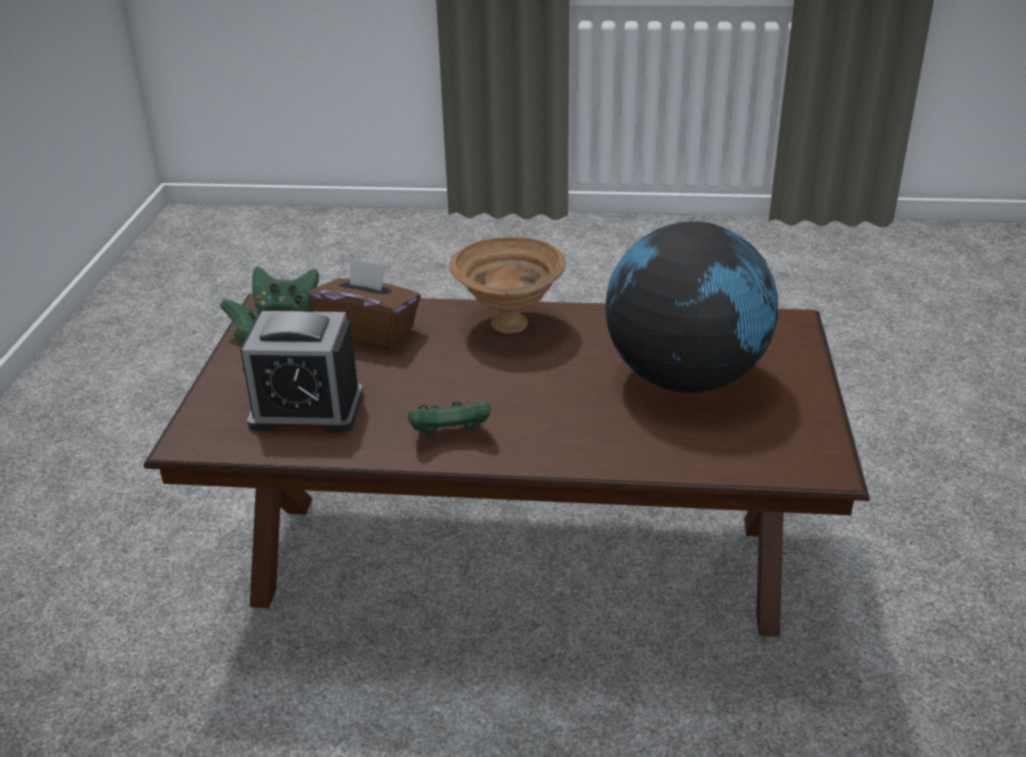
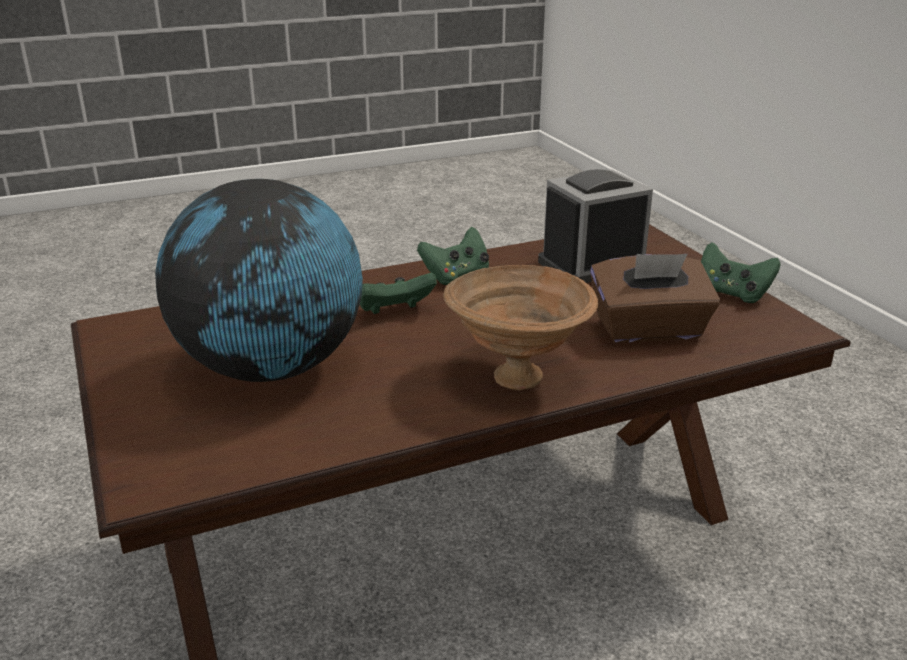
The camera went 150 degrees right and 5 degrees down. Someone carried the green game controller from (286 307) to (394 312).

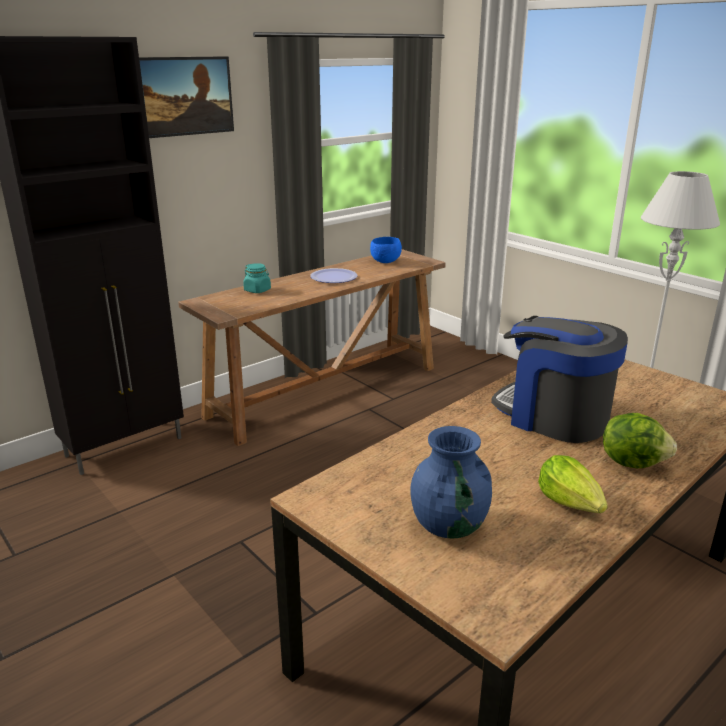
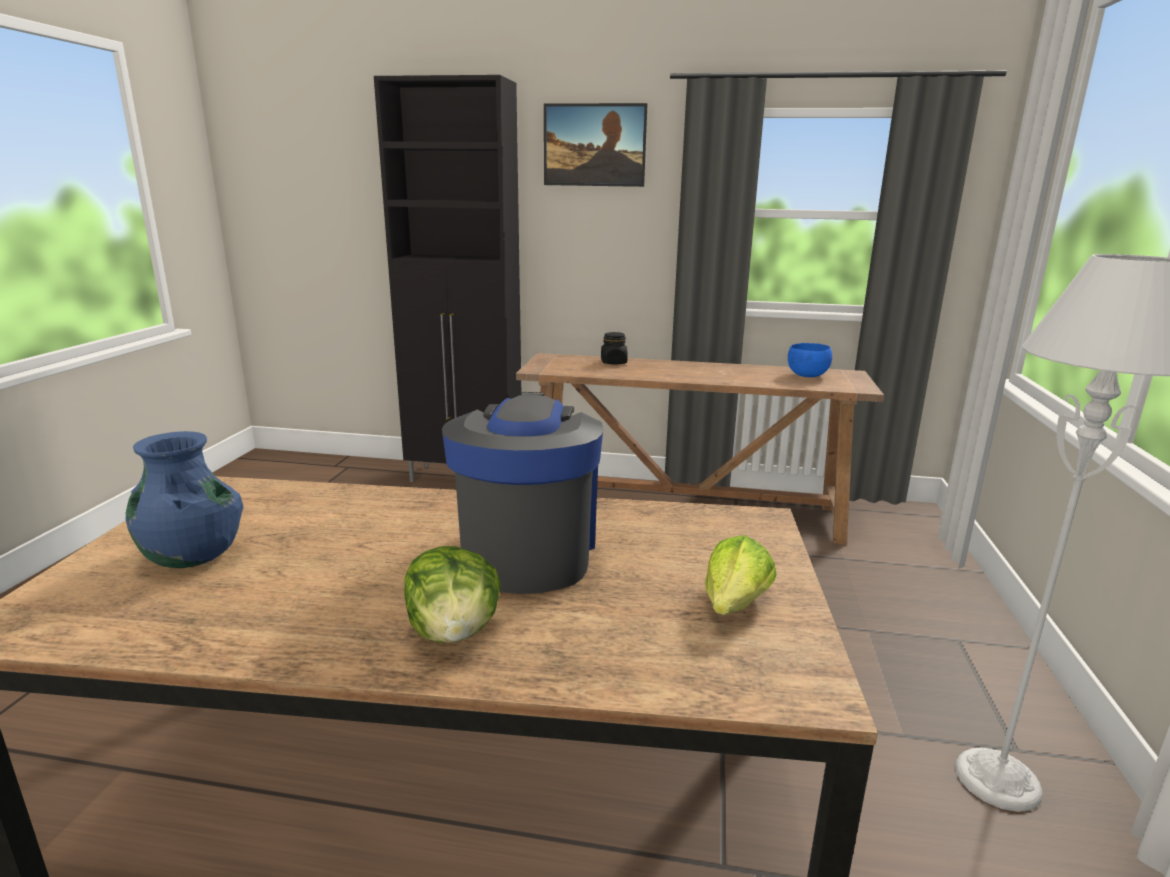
The camera went 50 degrees right and 5 degrees down. Someone took away the plate at (333 277). Someone carried the lettuce from (570 502) to (735 604). Someone repainted the turquoise jar at (257 290), which became the black jar at (614 362).

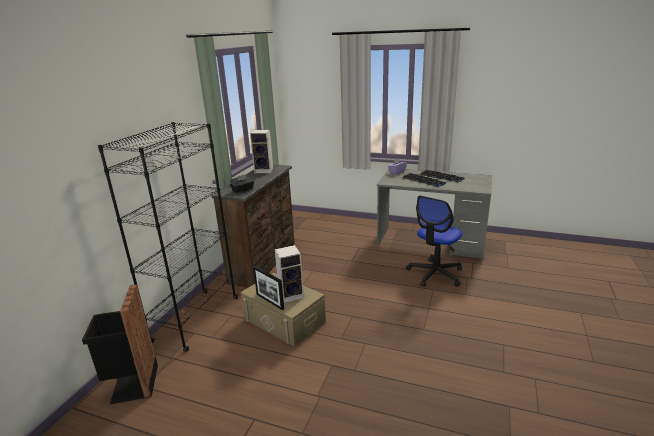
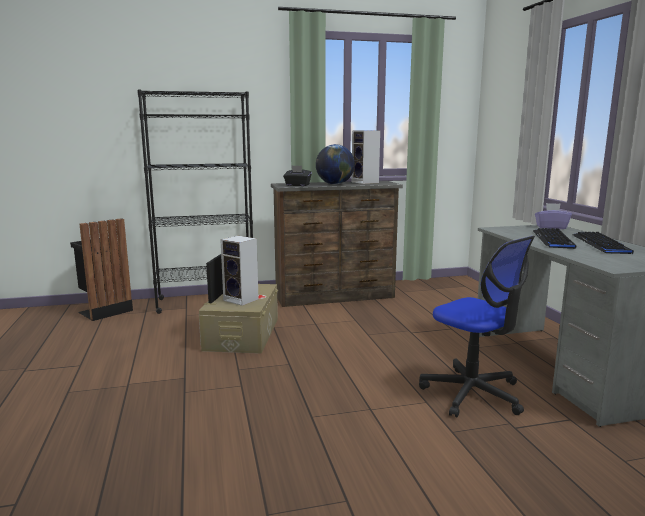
The camera went 55 degrees right and 10 degrees down. Someone put down the globe at (335 184). Someone rotated the office chair at (435 274) by 135 degrees counterclockwise.

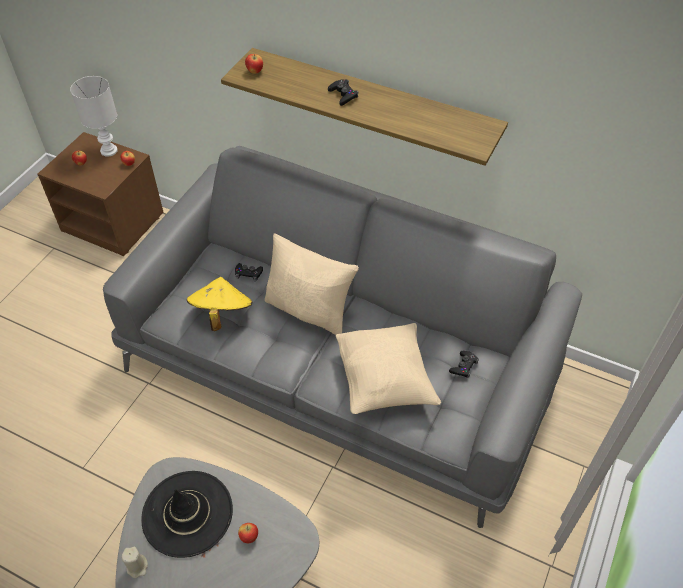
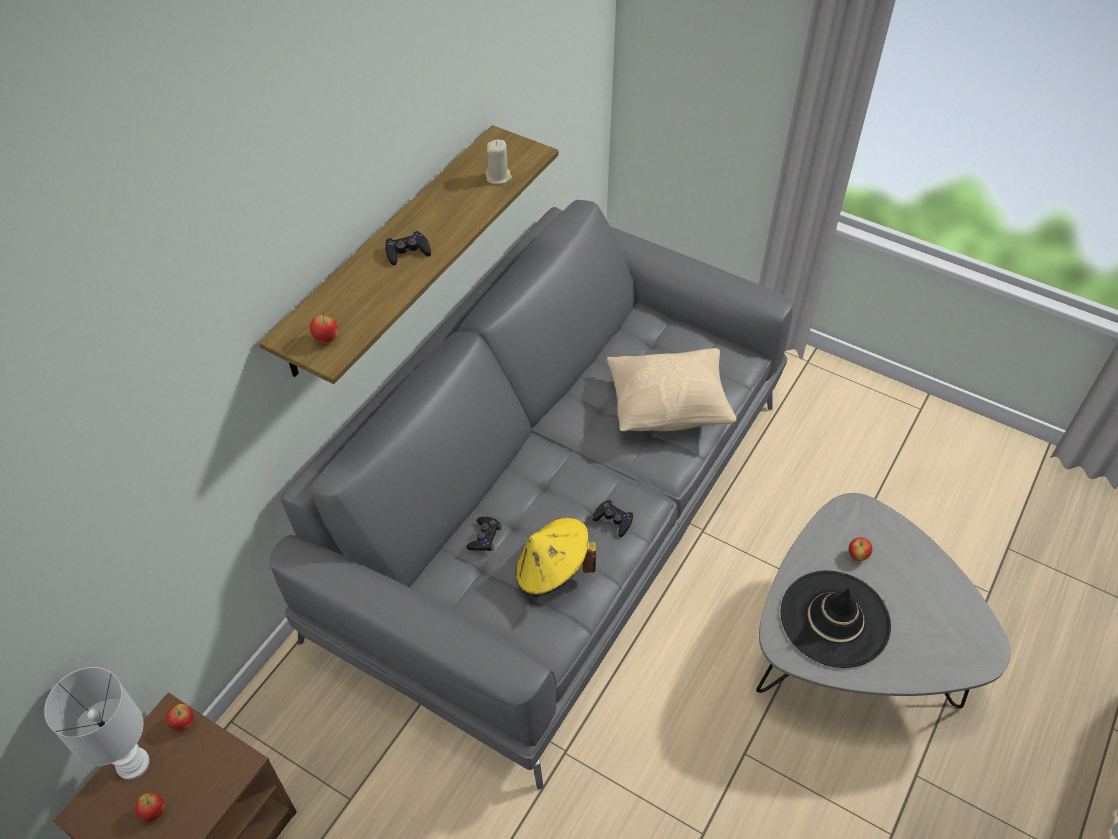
The camera went 85 degrees left and 0 degrees up. Someone took away the beige pillow at (309 310). Someone carried the beige candle from (137 567) to (498 177). Someone carried the black game controller from (463 366) to (613 520).

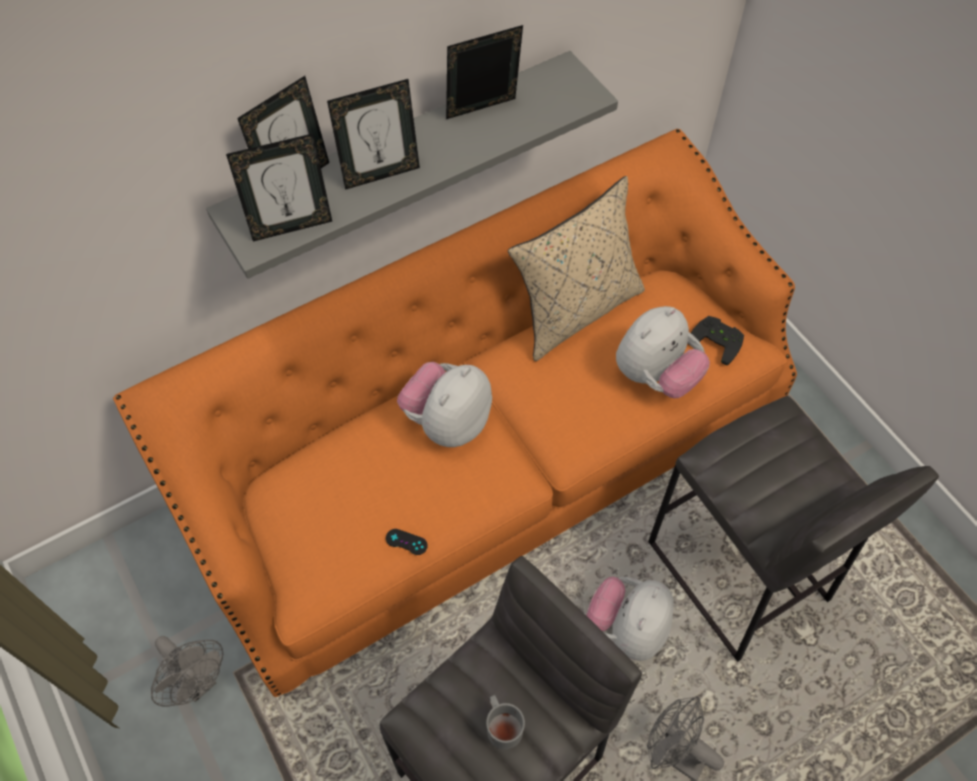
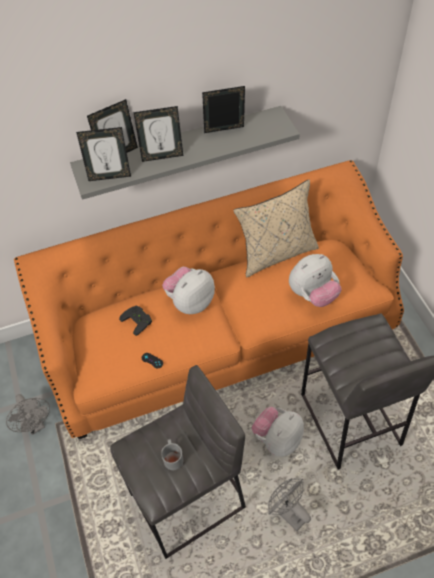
The camera went 15 degrees right and 5 degrees down. Someone carried the black game controller from (718 340) to (138 320).

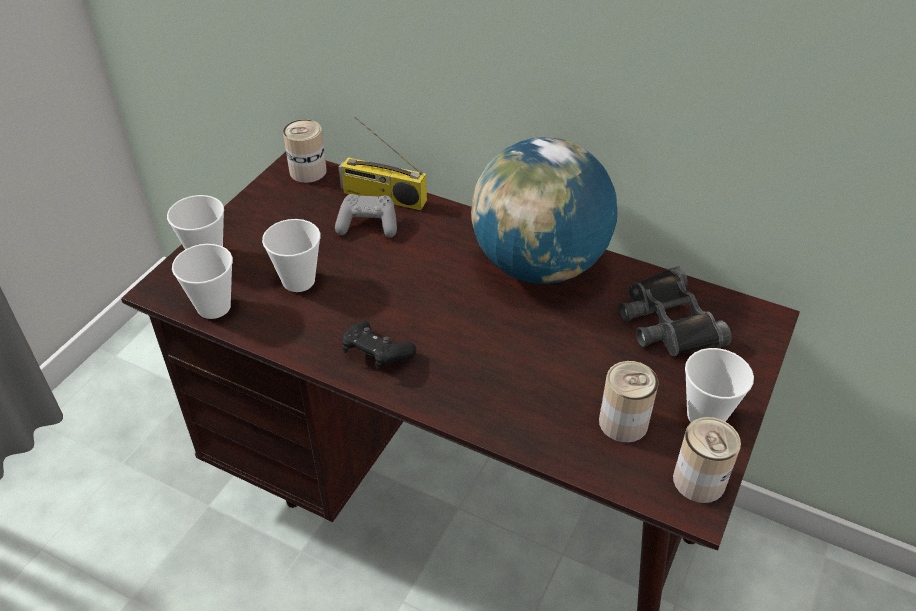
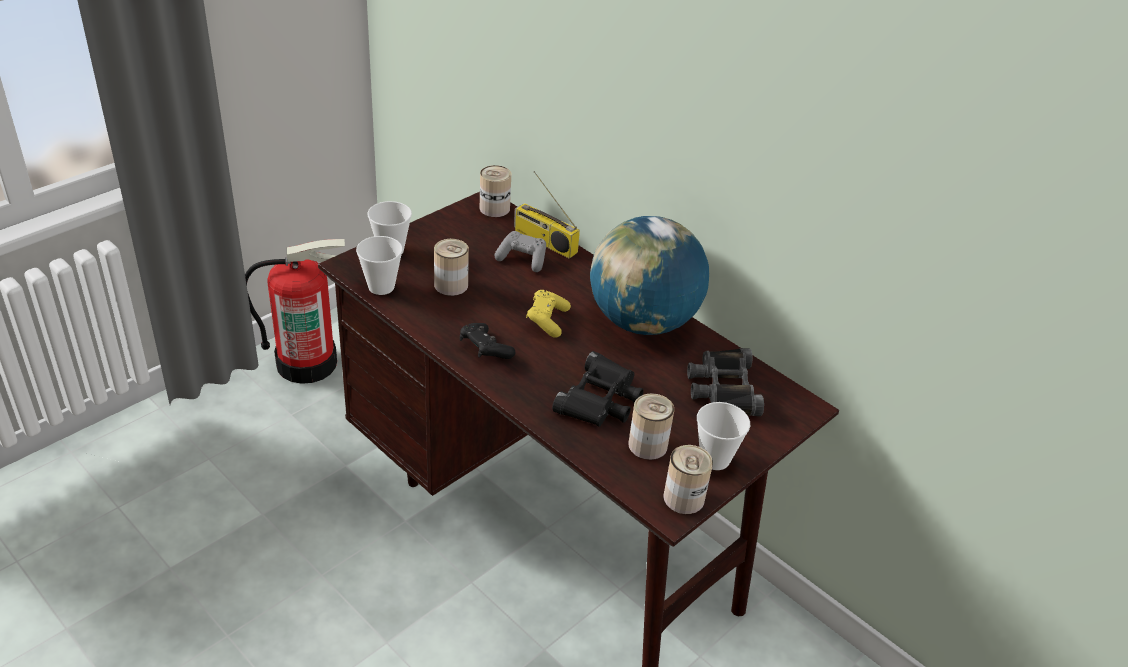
The camera went 15 degrees right and 5 degrees down. Someone put down the fire extinguisher at (307 362). Someone put down the yellow game controller at (547 320). Someone put down the black binoculars at (601 399). Someone swapped the cup at (298 281) for the can at (451 285).

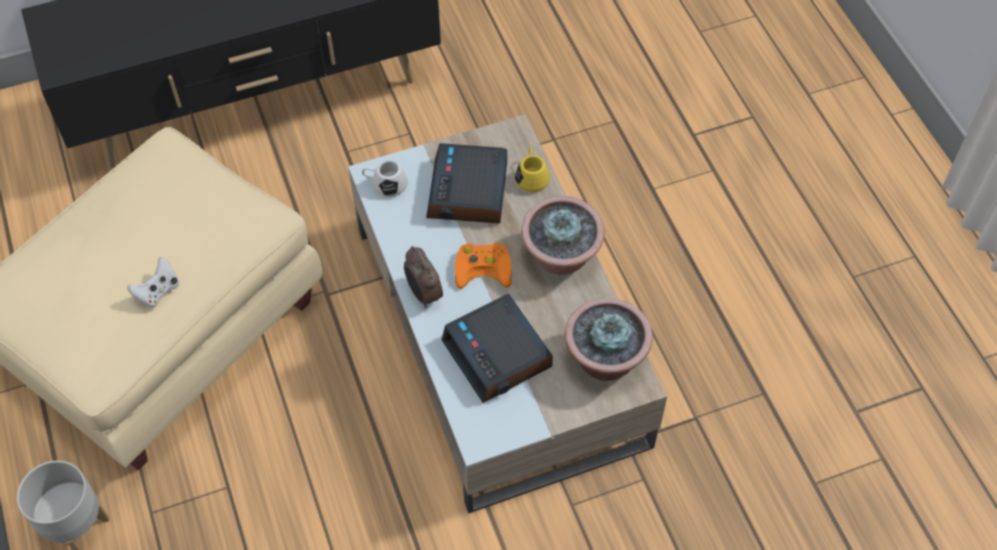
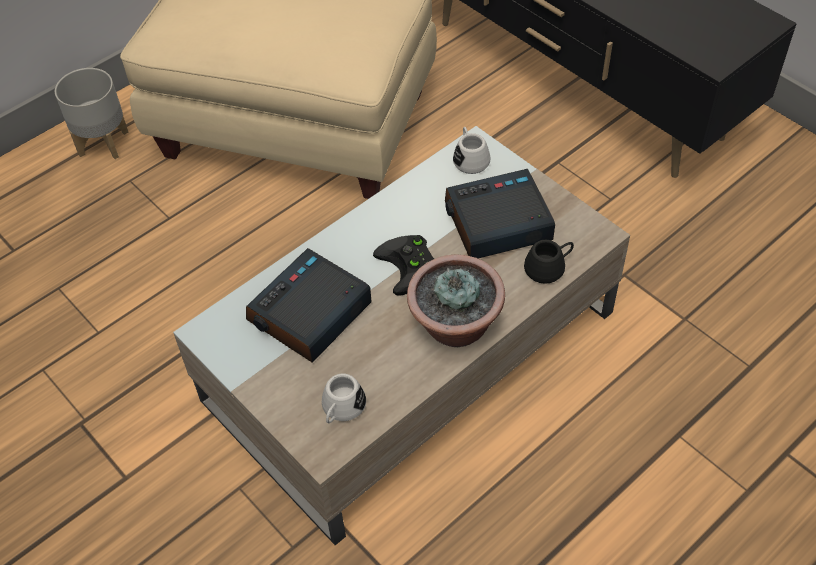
The camera went 70 degrees right and 5 degrees down. Someone took away the white game controller at (158 291). Someone took away the alarm clock at (423 294). Someone swapped the potted plant at (604 360) for the white mug at (341 409). Someone repainted the orange game controller at (485 266), which became the black game controller at (411 267). Someone repainted the yellow mug at (531 176), which became the black mug at (549 267).

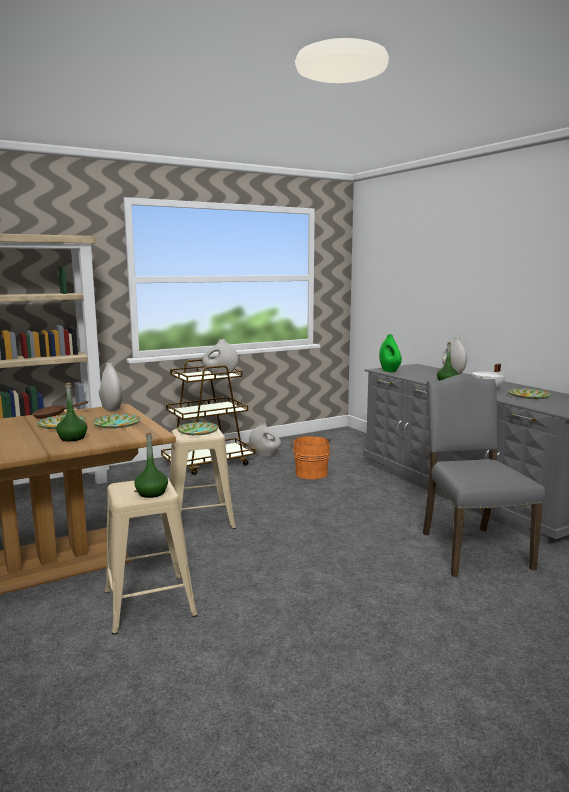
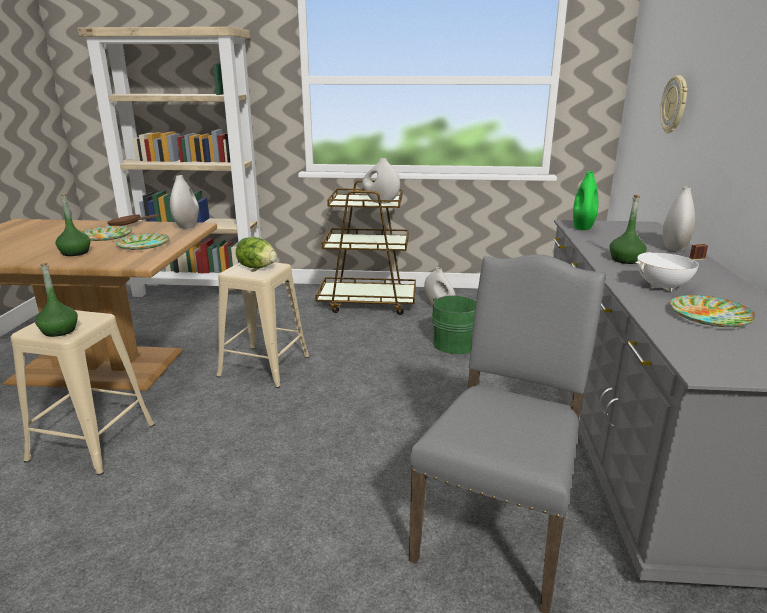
The camera went 35 degrees right and 10 degrees up. Someone put up the wall clock at (675 104). Someone swapped the plate at (197 431) for the lettuce at (257 267). Someone repainted the orange bucket at (311 473), which became the green bucket at (455 344).

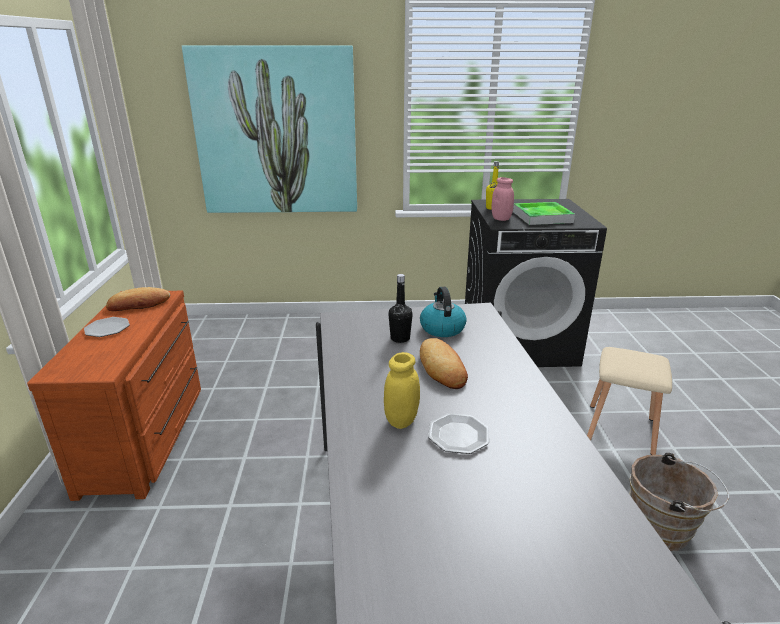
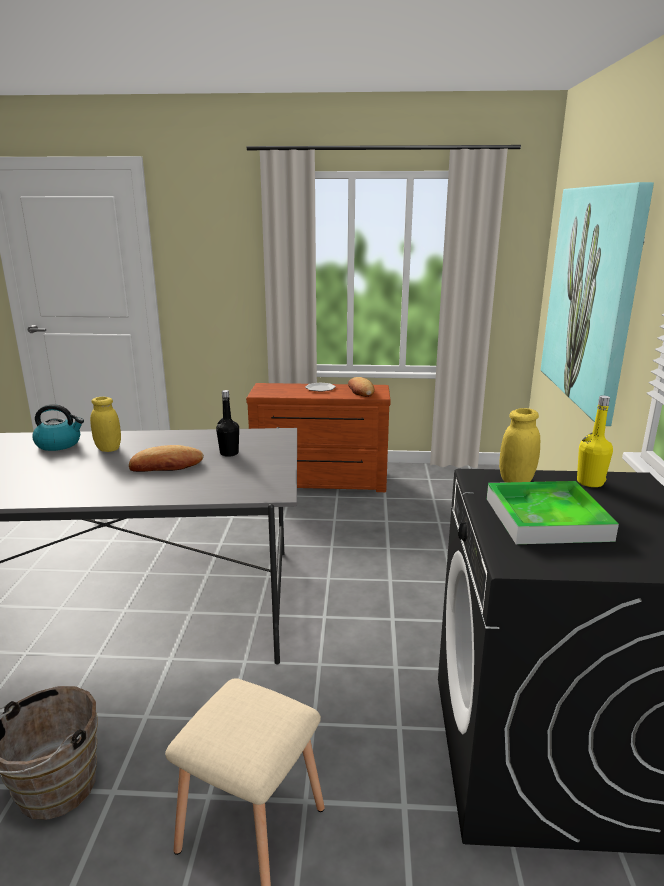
The camera went 95 degrees right and 5 degrees down. Someone took away the plate at (457 435). Someone carried the kettle from (442 328) to (59 444). Someone repainted the pink jar at (501 219), which became the yellow jar at (516 481).

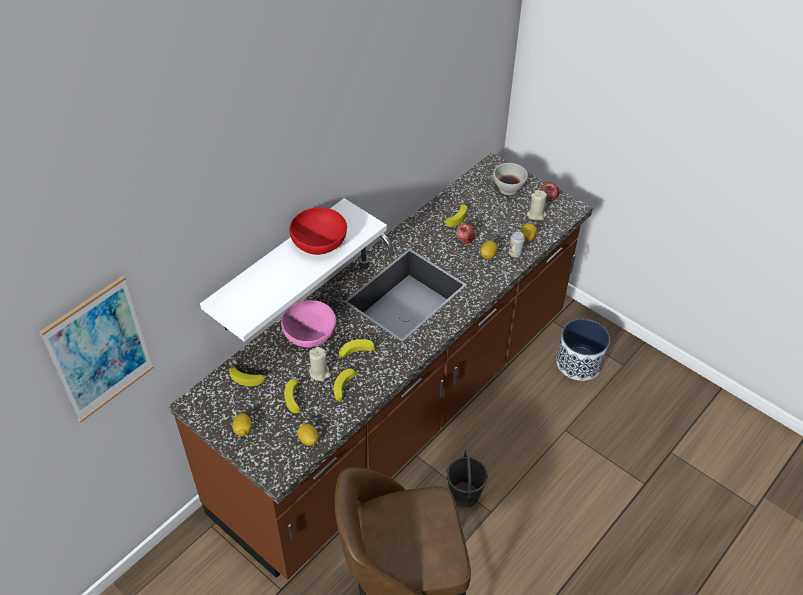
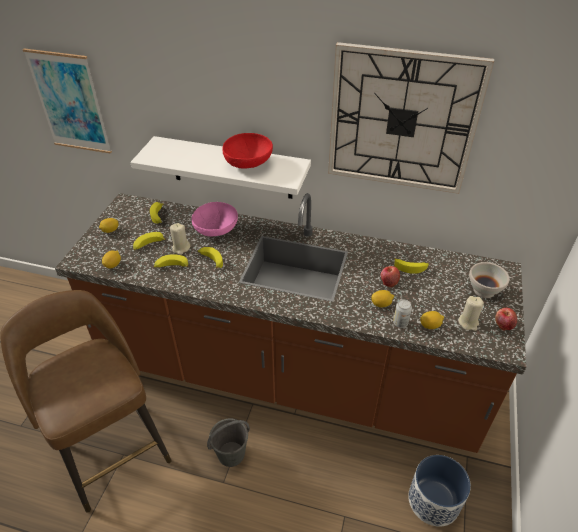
The camera went 65 degrees right and 5 degrees down. Someone put up the wall clock at (402 121).

